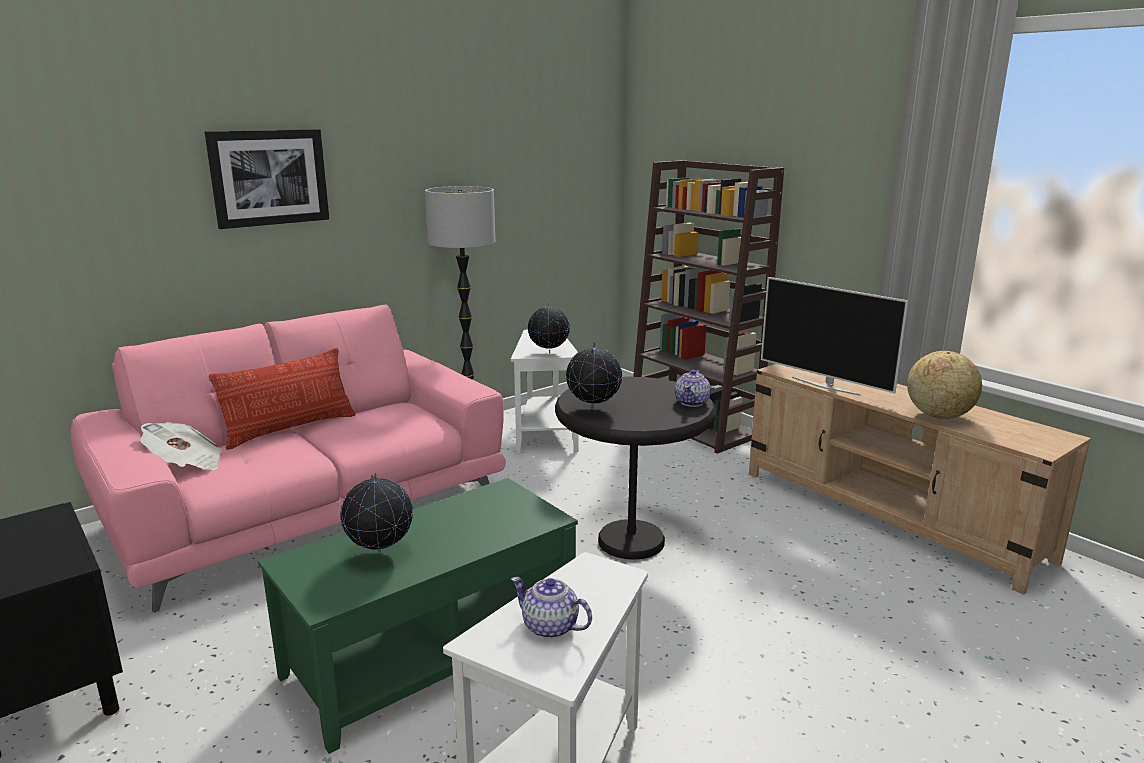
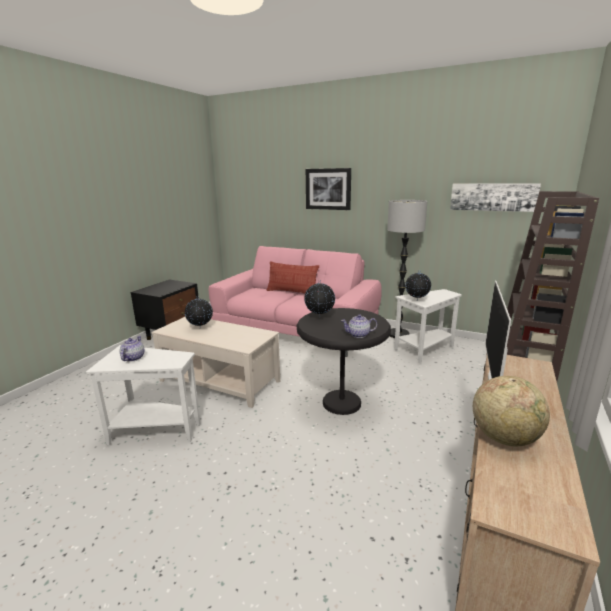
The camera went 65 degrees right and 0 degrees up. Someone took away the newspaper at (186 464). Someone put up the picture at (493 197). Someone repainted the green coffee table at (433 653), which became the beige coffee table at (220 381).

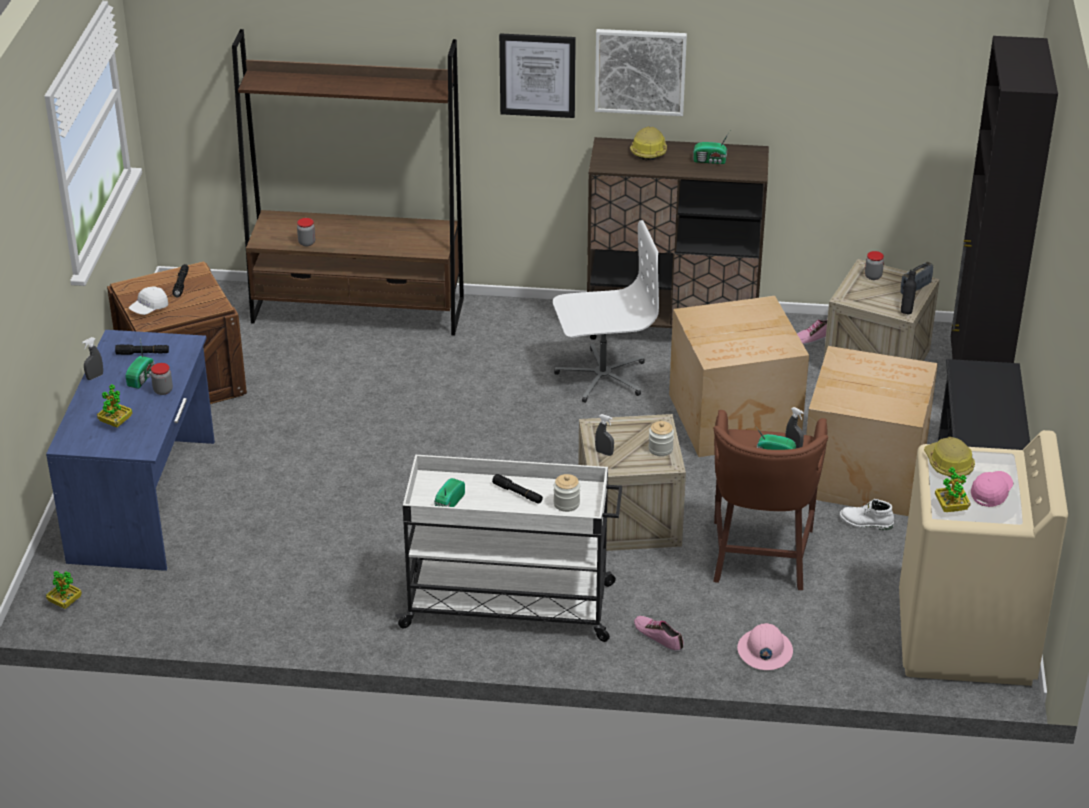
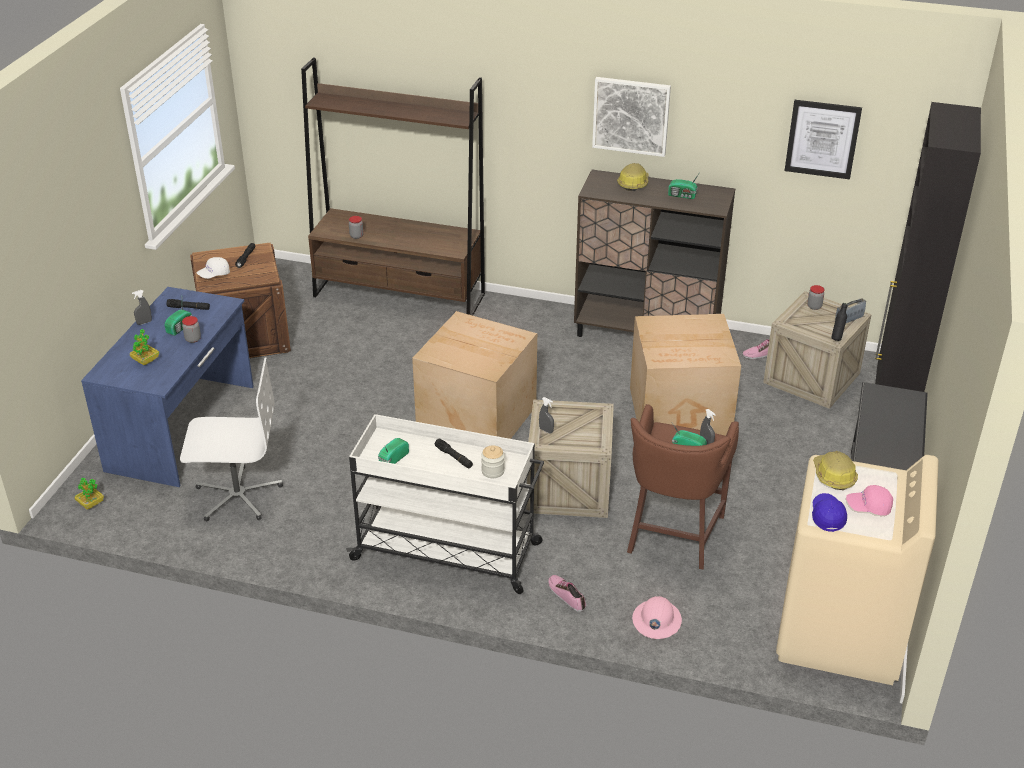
The camera went 10 degrees right and 0 degrees up. Someone took away the jar at (660 449). Someone took away the white boot at (865 523). Someone carried the picture from (537 75) to (822 139). Someone carried the white office chair from (602 376) to (237 495). Someone carried the cardboard box from (862 472) to (476 417). Someone swapped the potted plant at (951 507) for the blue cap at (827 516). Someone rotated the pink cap at (991 493) by 135 degrees counterclockwise.

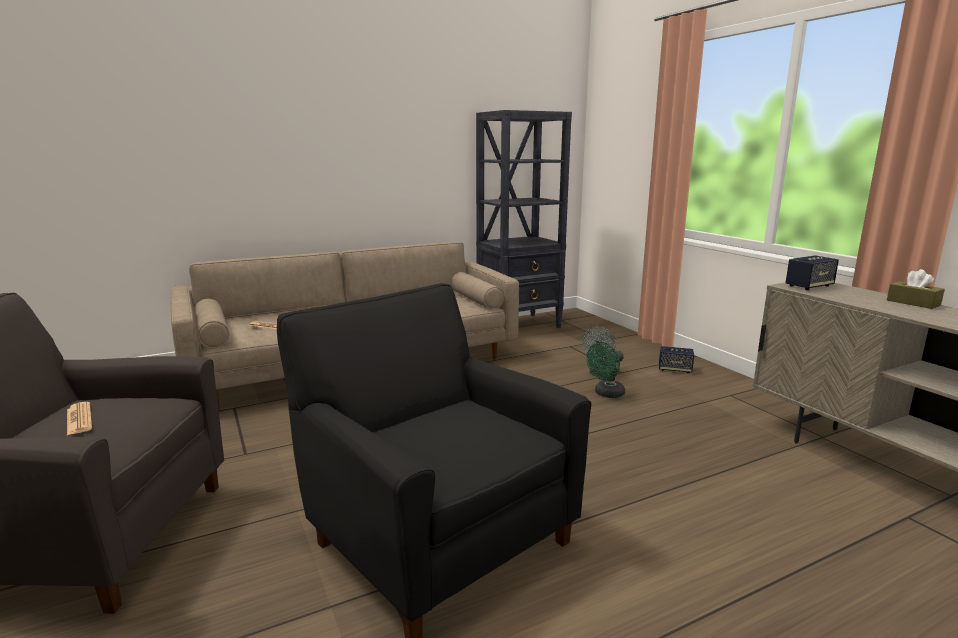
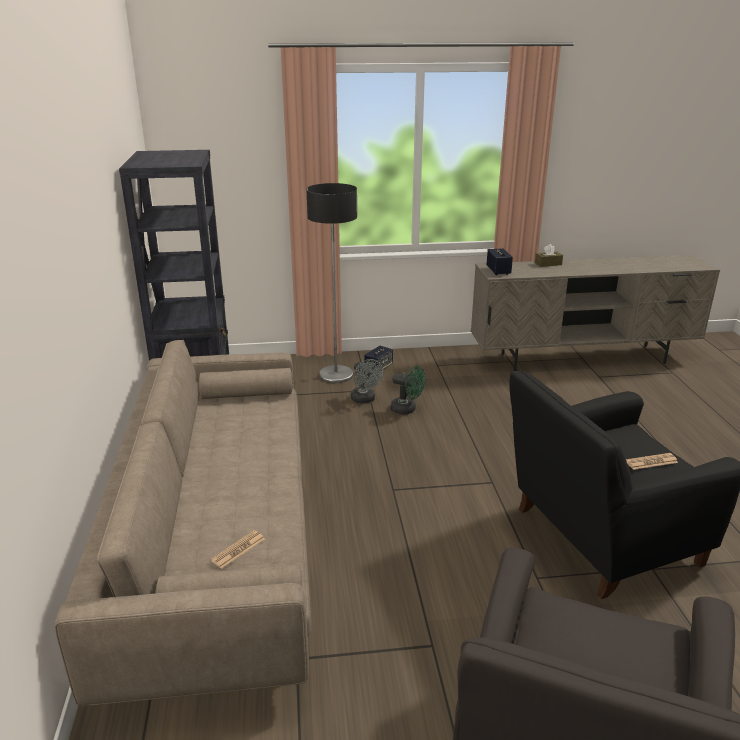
The camera went 70 degrees left and 10 degrees up. Someone put down the floor lamp at (335 375). Someone carried the newspaper from (79 419) to (651 462). Someone rotated the green fan at (606 394) by 45 degrees counterclockwise.

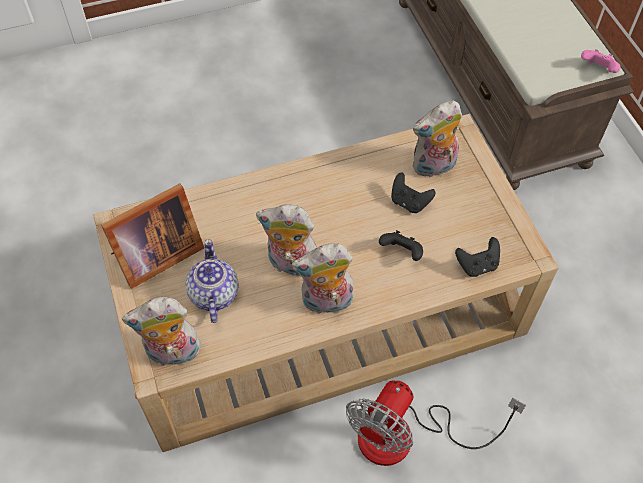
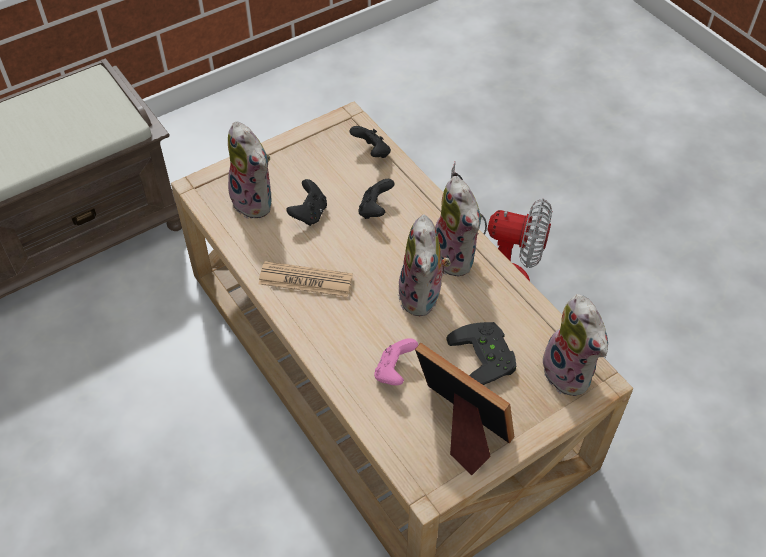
The camera went 105 degrees left and 5 degrees down. Someone put down the newspaper at (305 280). Someone carried the pink game controller from (598 70) to (394 371). Someone swapped the teapot at (213 295) for the black game controller at (487 356).

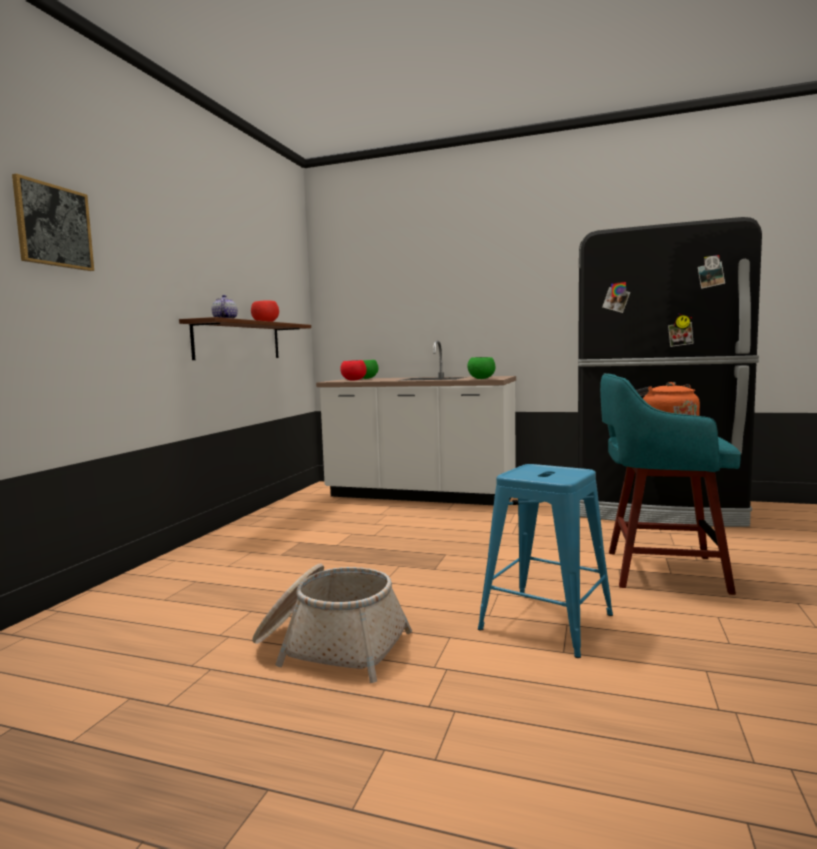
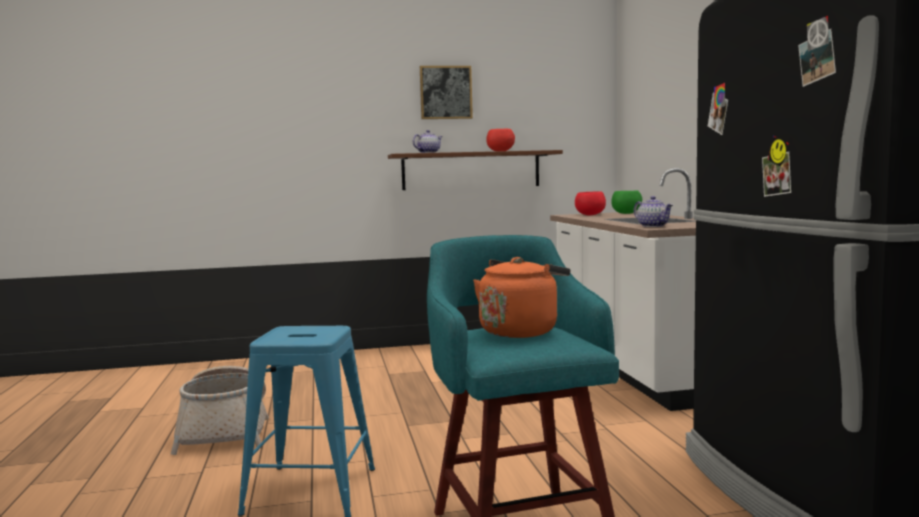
The camera went 60 degrees right and 0 degrees up. Someone carried the picture from (53 226) to (445 92). Someone swapped the green bowl at (481 379) for the teapot at (653 226).

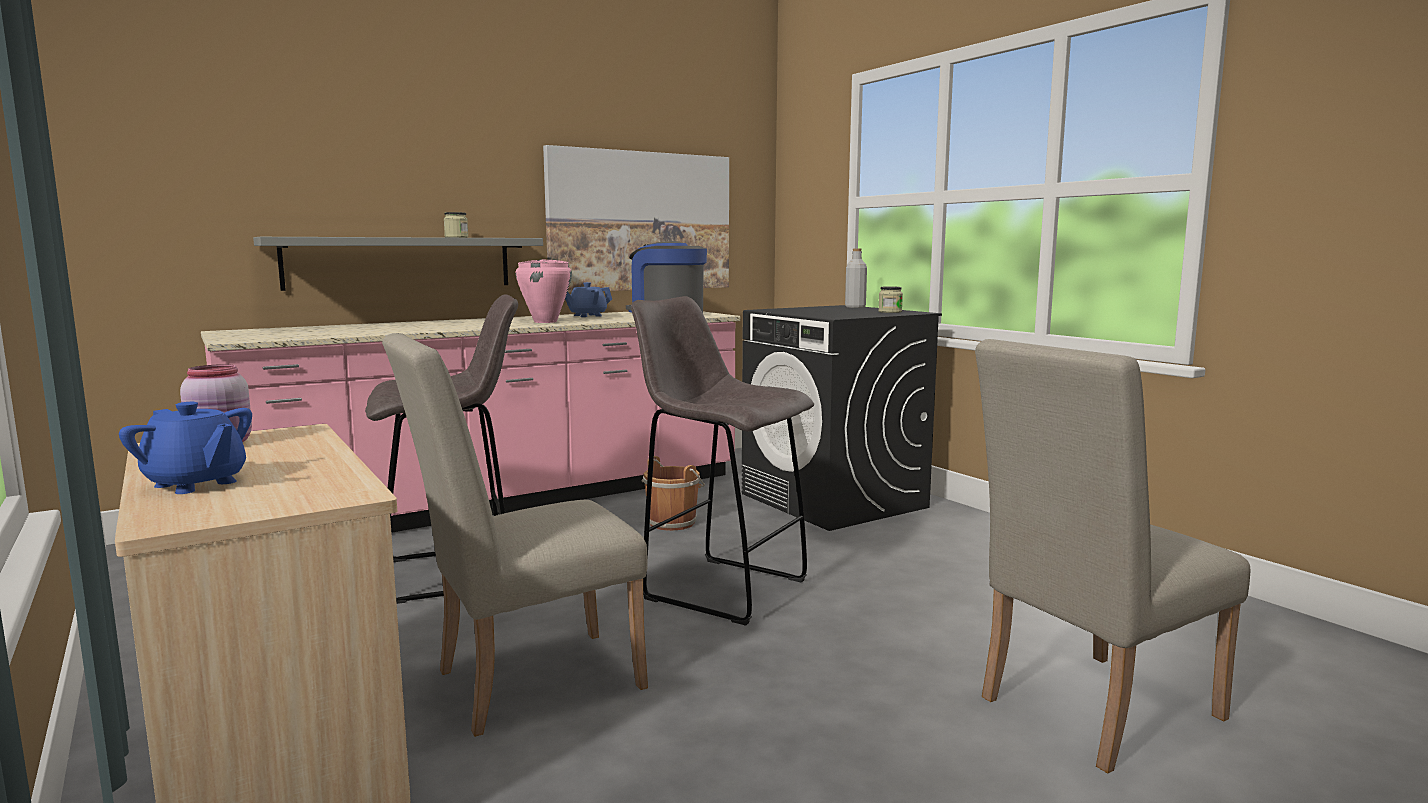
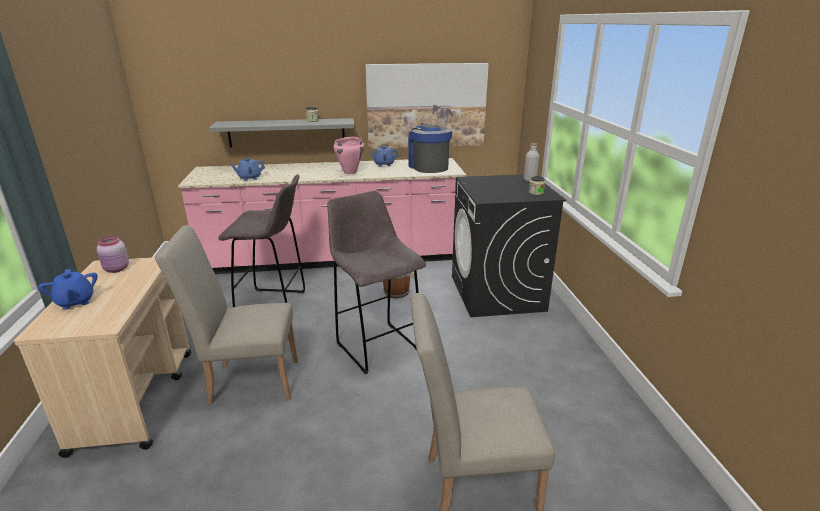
The camera went 25 degrees right and 15 degrees up. Someone put down the blue teapot at (249 178).

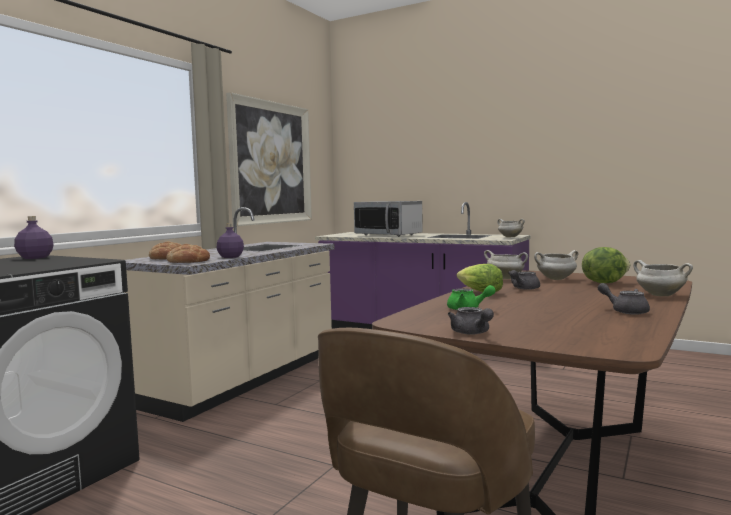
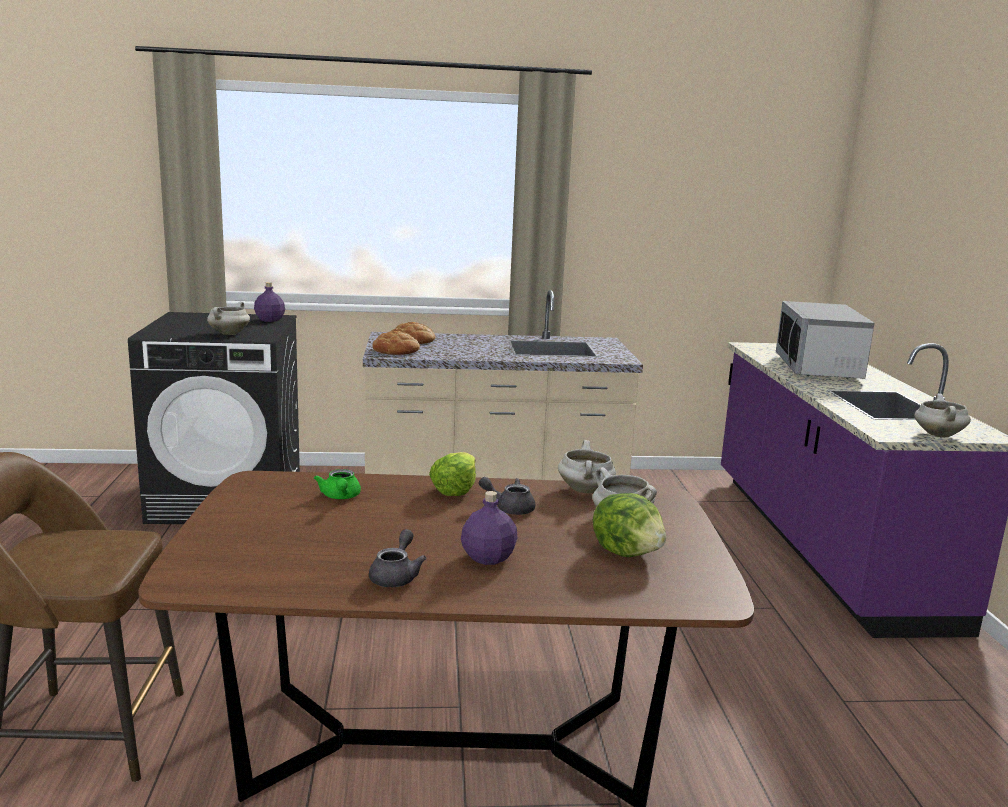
The camera went 55 degrees right and 10 degrees up. Someone took away the picture at (271 163). Someone took away the grey teapot at (472 333). Someone carried the purple bottle from (231 257) to (488 558). Someone carried the white cooking pot from (659 295) to (229 333).

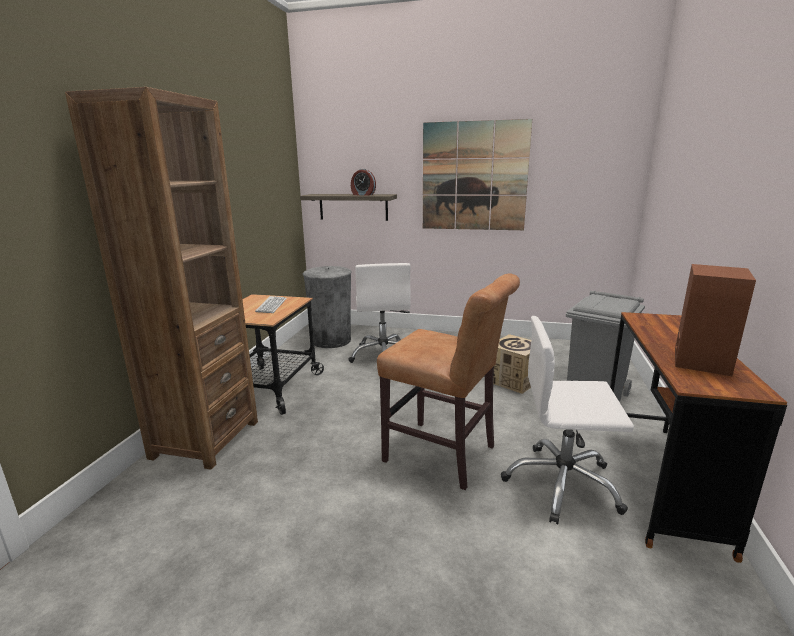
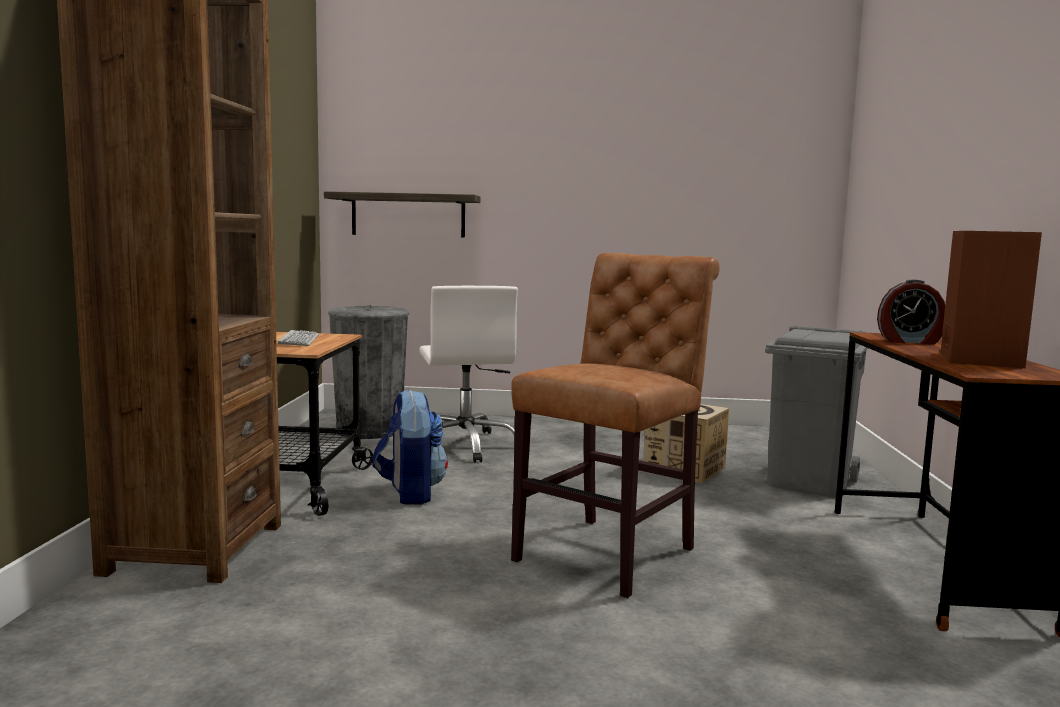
The camera went 10 degrees left and 10 degrees down. Someone took away the picture at (474 176). Someone took away the white office chair at (562 484). Someone put down the backpack at (410 493). Someone carried the alarm clock from (363 195) to (909 341). Someone rotated the brown chair at (445 456) by 75 degrees counterclockwise.

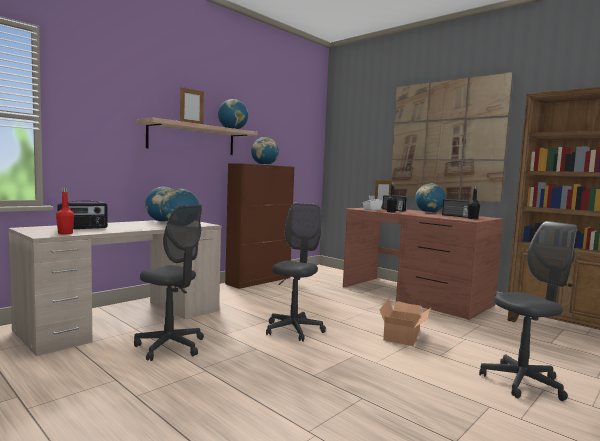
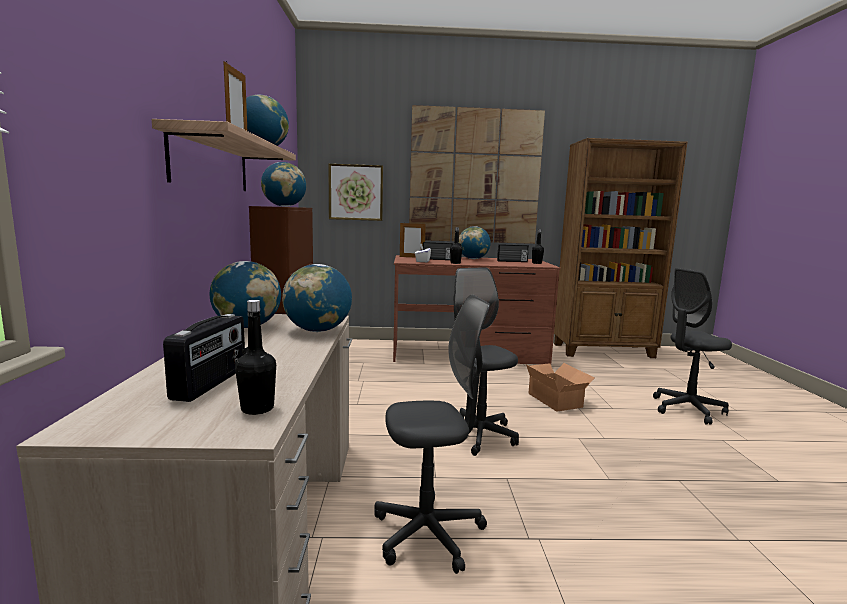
The camera went 45 degrees left and 5 degrees up. Someone put up the picture at (356 192). Someone repainted the red bottle at (65 233), which became the black bottle at (257 408). Someone rotated the grey office chair at (522 382) by 135 degrees counterclockwise.

